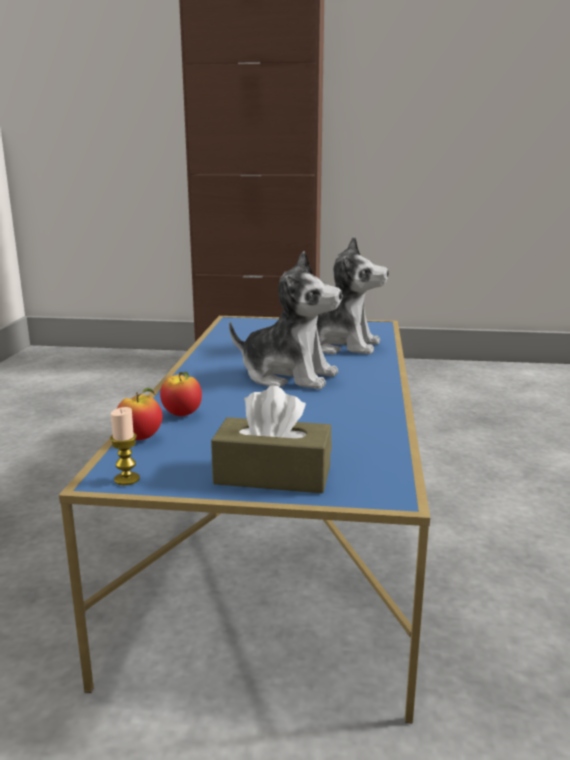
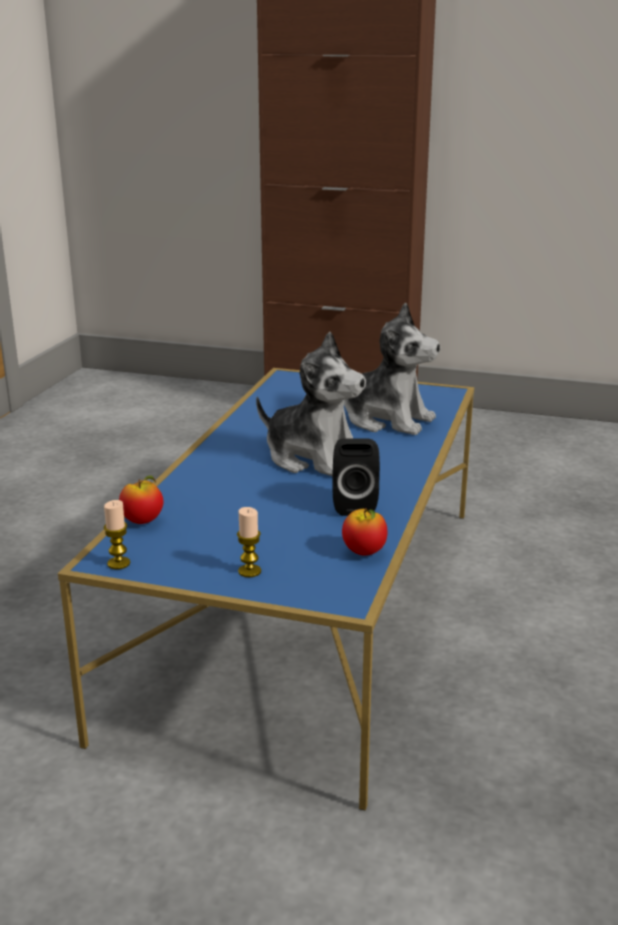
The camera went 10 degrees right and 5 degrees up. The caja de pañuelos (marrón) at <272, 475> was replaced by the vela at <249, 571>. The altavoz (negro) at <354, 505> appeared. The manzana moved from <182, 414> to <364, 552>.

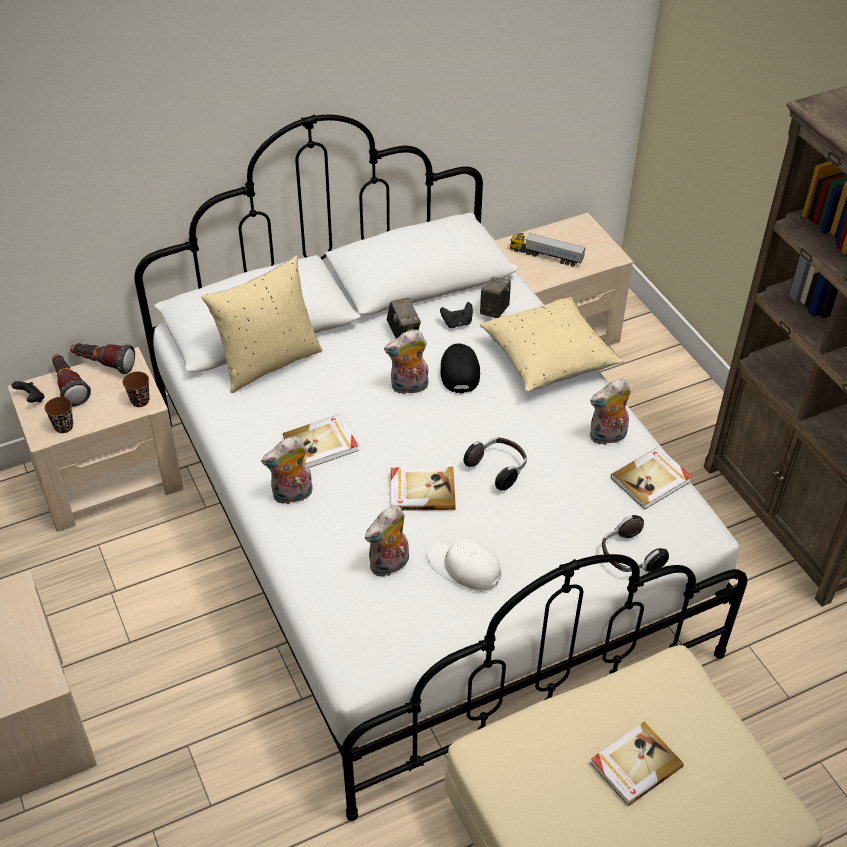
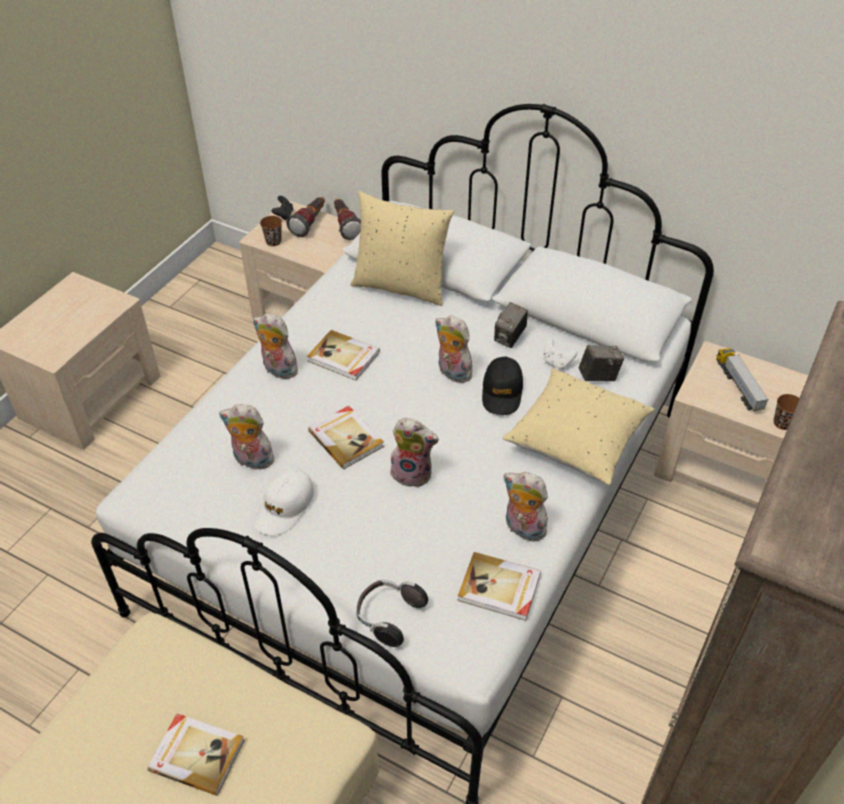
The camera went 55 degrees right and 0 degrees up. The gorra (blanco) at <464, 568> turned 150 degrees counterclockwise. The auriculares at <498, 469> was replaced by the peluche at <413, 473>. The gorra (negro) at <459, 371> turned 135 degrees clockwise. The mando de consola (negro) at <457, 323> became the mando de consola (blanco) at <556, 362>. The taza (marrón) moved from <140, 401> to <782, 423>.

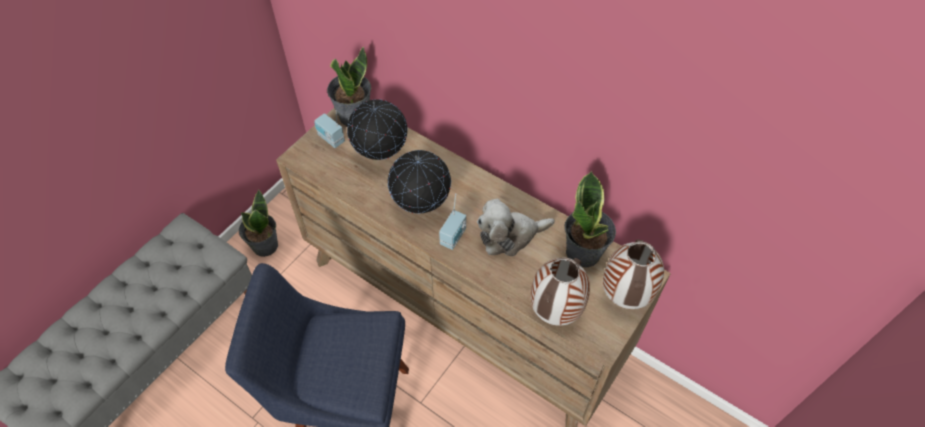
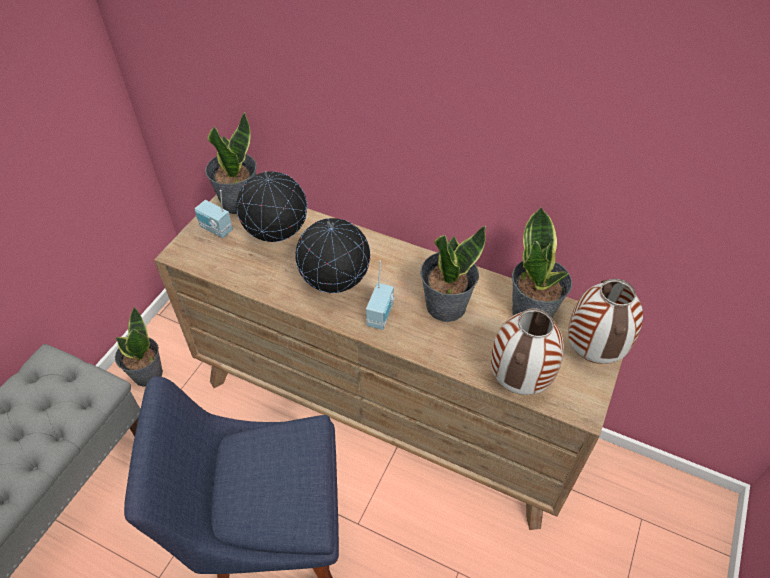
The camera went 10 degrees left and 5 degrees down. The peluche at <510, 236> was replaced by the planta en maceta at <445, 305>.

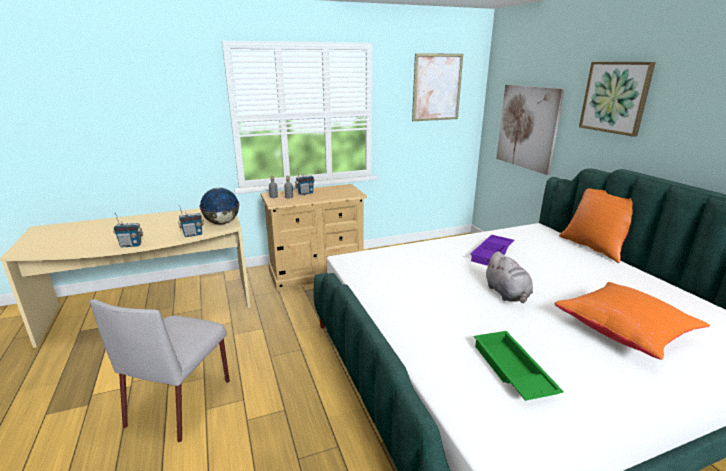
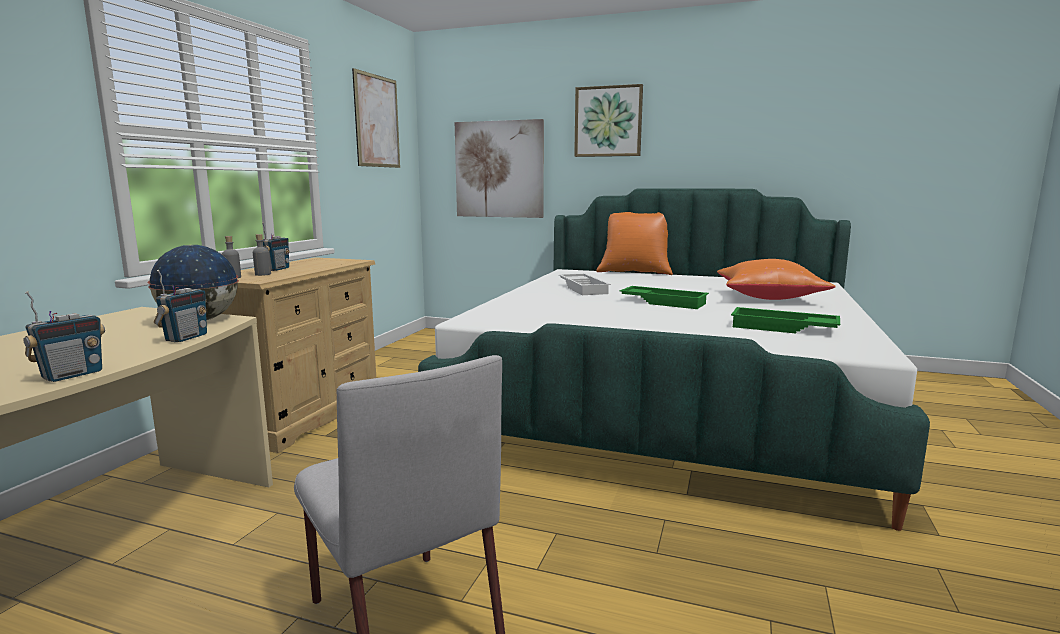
The camera went 50 degrees left and 10 degrees down. The bandeja (morado) at <492, 254> became the bandeja (blanco) at <584, 288>. The peluche (gris) at <507, 294> was replaced by the bandeja (verde) at <664, 302>.

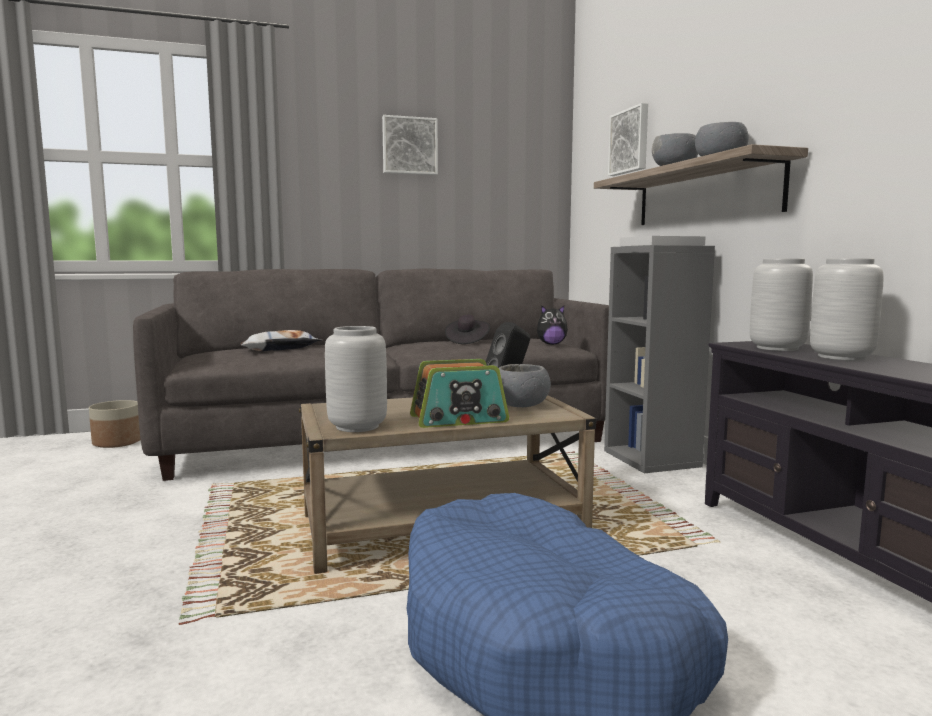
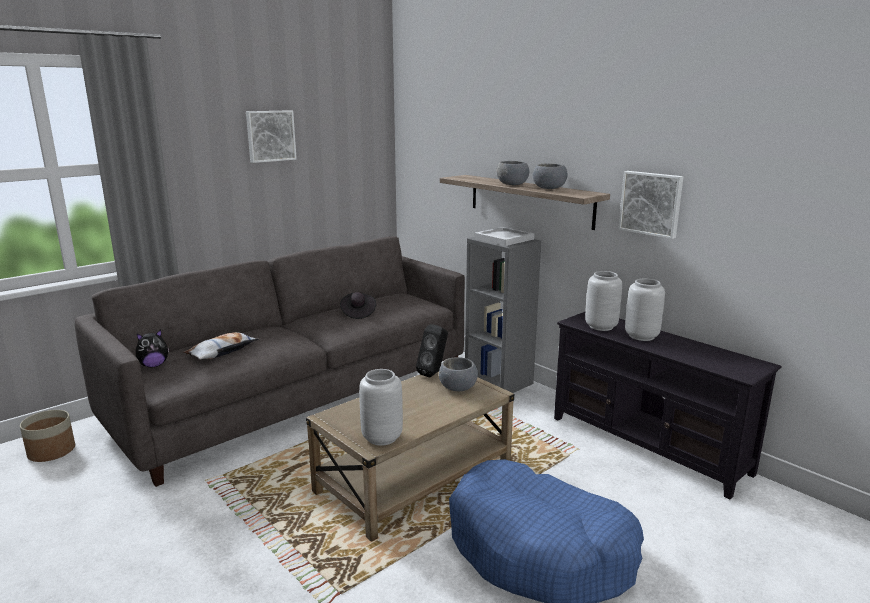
The camera went 25 degrees left and 10 degrees up. The peluche moved from <551, 344> to <154, 365>. The cuadro moved from <630, 141> to <651, 203>. The radio at <459, 419> disappeared.

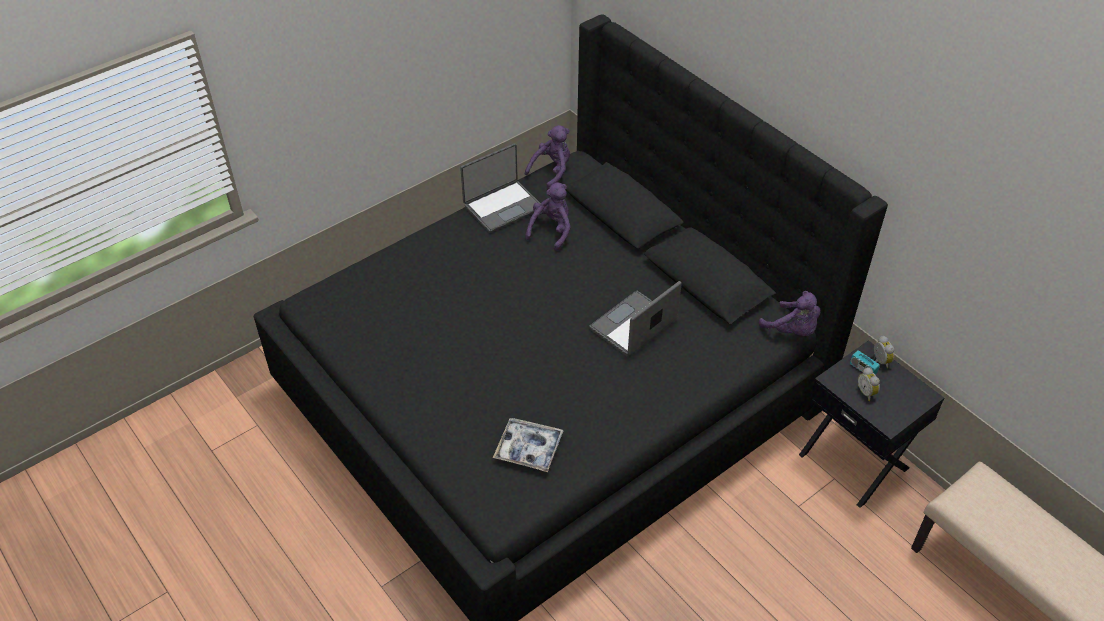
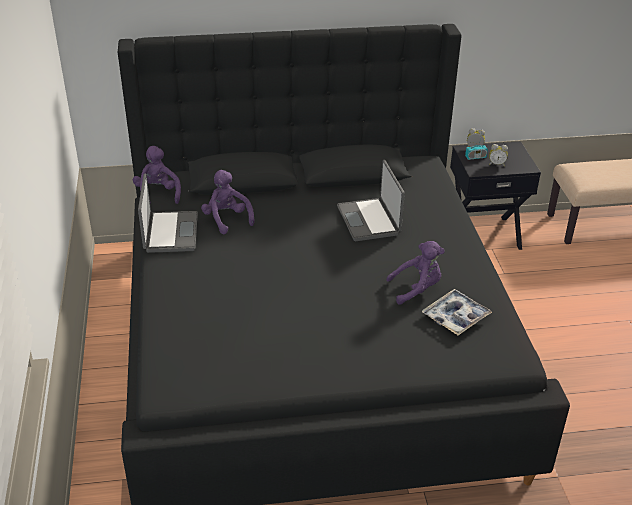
The camera went 60 degrees left and 10 degrees down. The peluche (morado) moved from <792, 330> to <417, 289>.

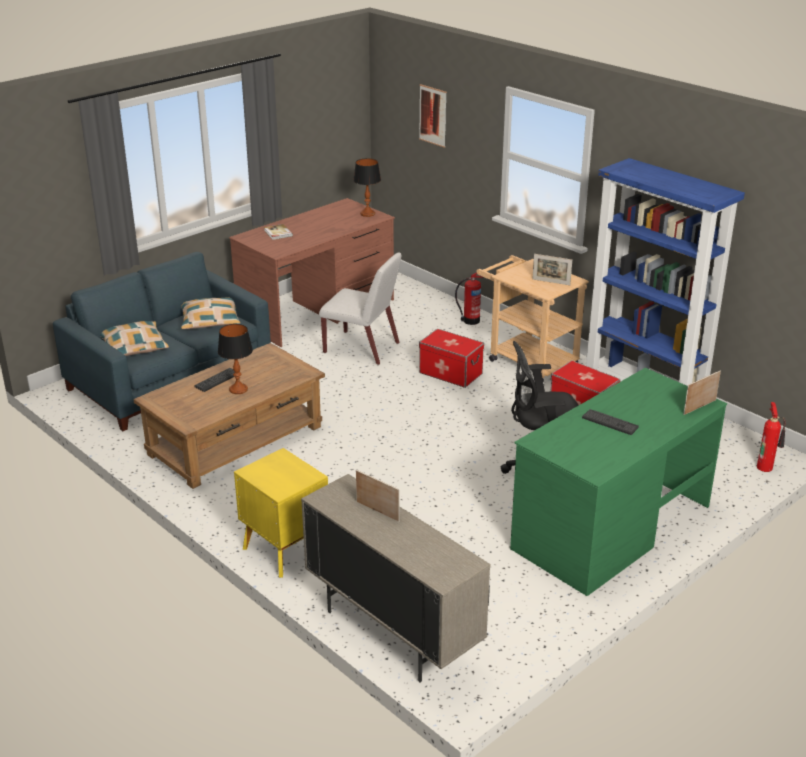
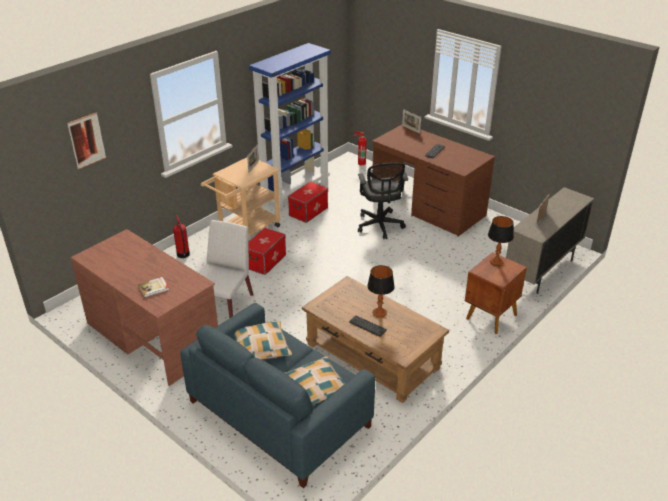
The camera went 95 degrees left and 5 degrees up. The escritorio (verde) at <611, 527> became the escritorio (marrón) at <427, 207>. The mesita de noche (amarillo) at <283, 549> became the mesita de noche (marrón) at <490, 316>. The lámpara de mesa moved from <367, 214> to <496, 262>.

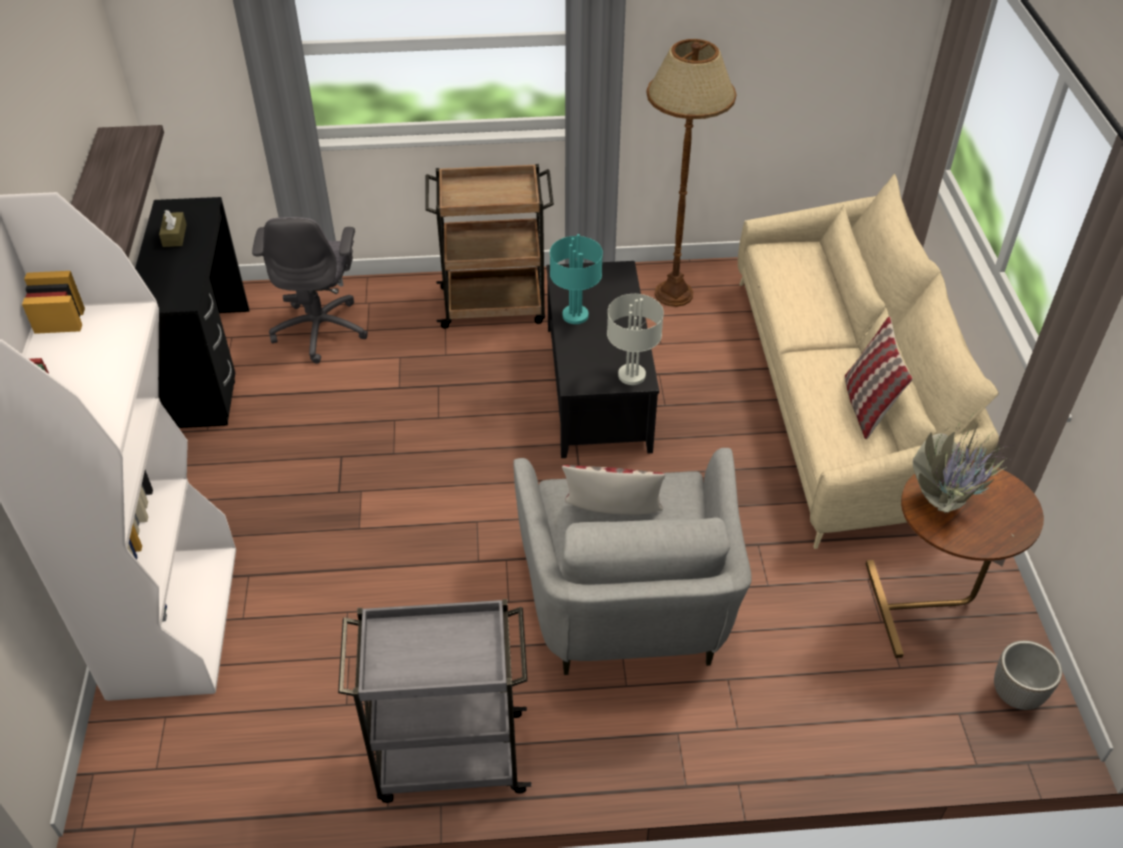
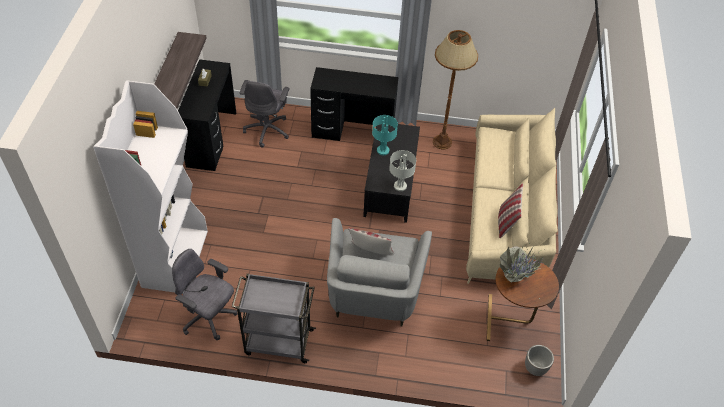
The camera went 10 degrees right and 5 degrees up. The silla de oficina (gris) at <209, 317> appeared. The carrito (marrón) at <495, 305> was replaced by the escritorio (negro) at <353, 132>.

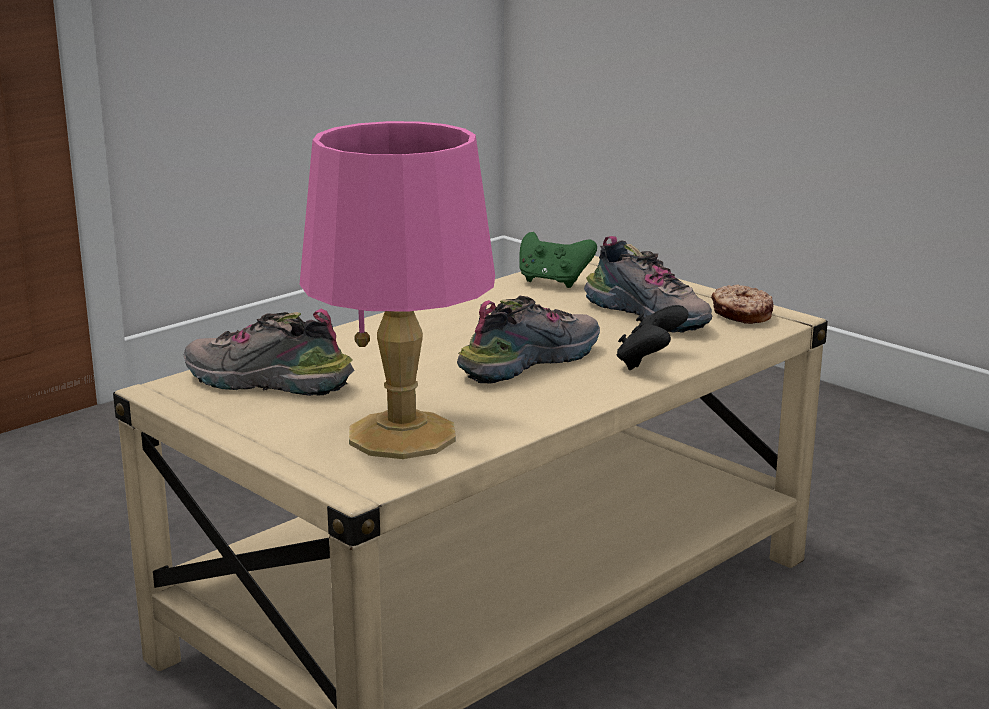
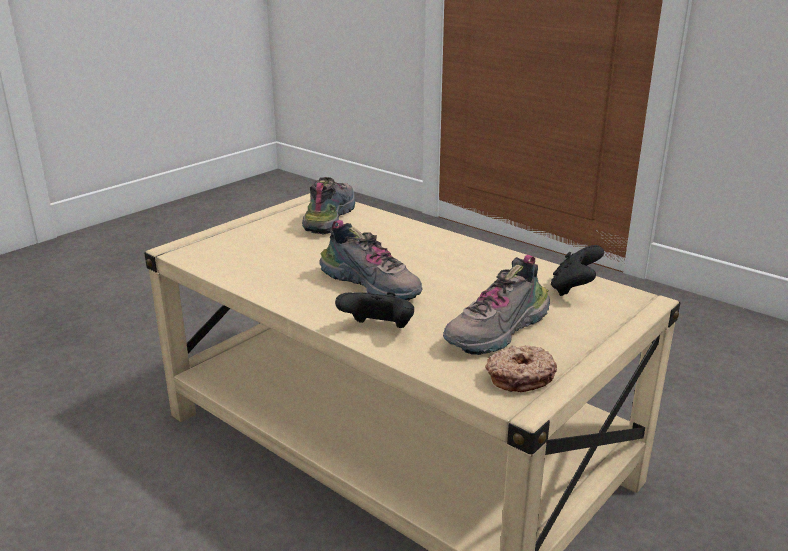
The camera went 85 degrees right and 5 degrees up. The mando de consola (verde) at <553, 282> became the mando de consola (negro) at <574, 289>. The lámpara de mesa (rosa) at <403, 436> disappeared.

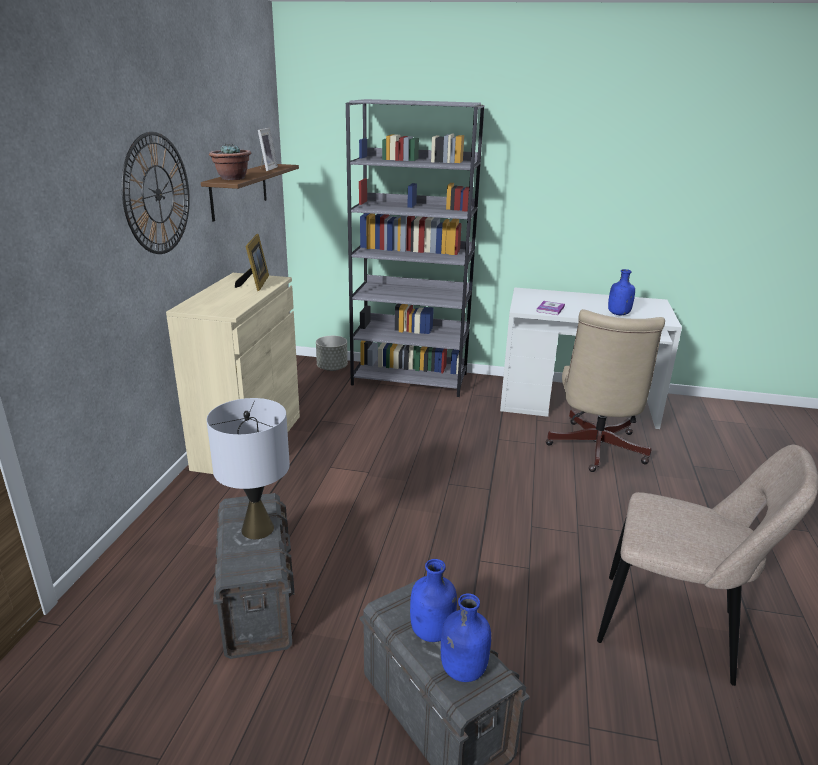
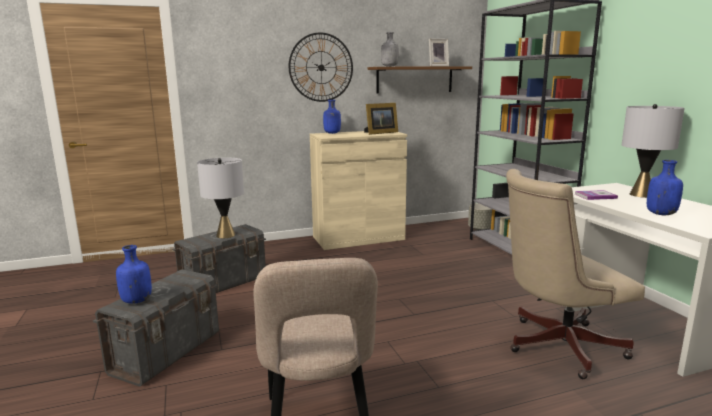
The camera went 60 degrees right and 10 degrees down. The botella (azul) moved from <432, 632> to <332, 133>. The planta en maceta at <232, 178> was replaced by the botella (gris) at <389, 66>. The lámpara de mesa (gris) at <641, 195> appeared.

